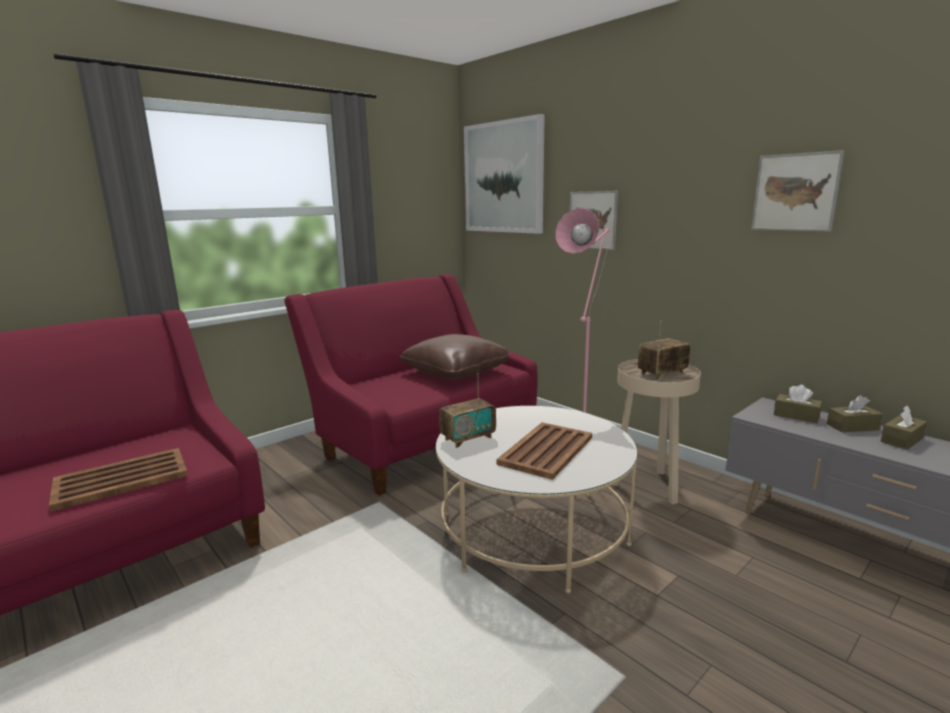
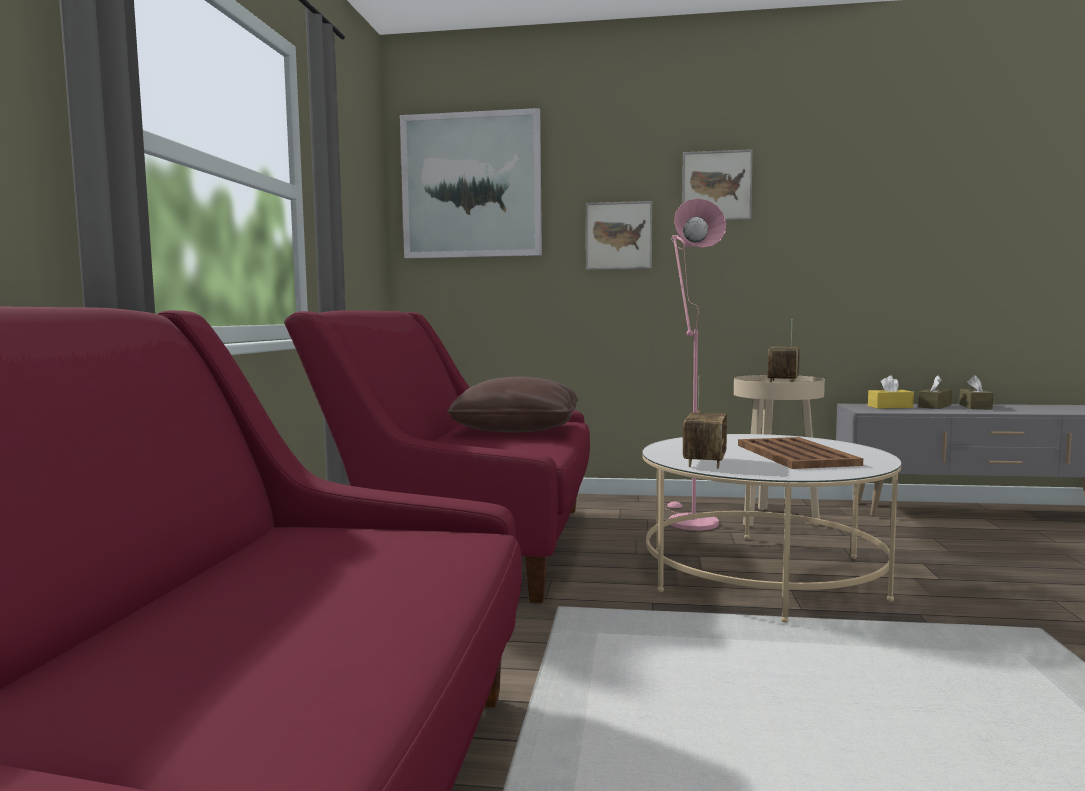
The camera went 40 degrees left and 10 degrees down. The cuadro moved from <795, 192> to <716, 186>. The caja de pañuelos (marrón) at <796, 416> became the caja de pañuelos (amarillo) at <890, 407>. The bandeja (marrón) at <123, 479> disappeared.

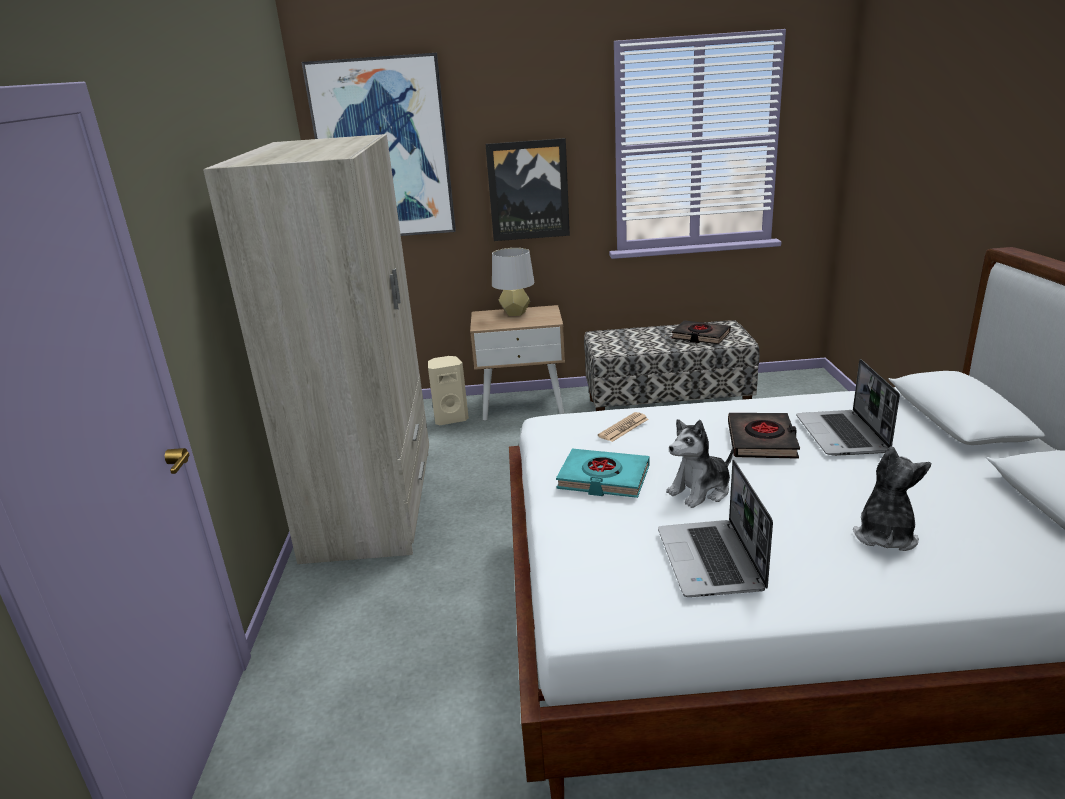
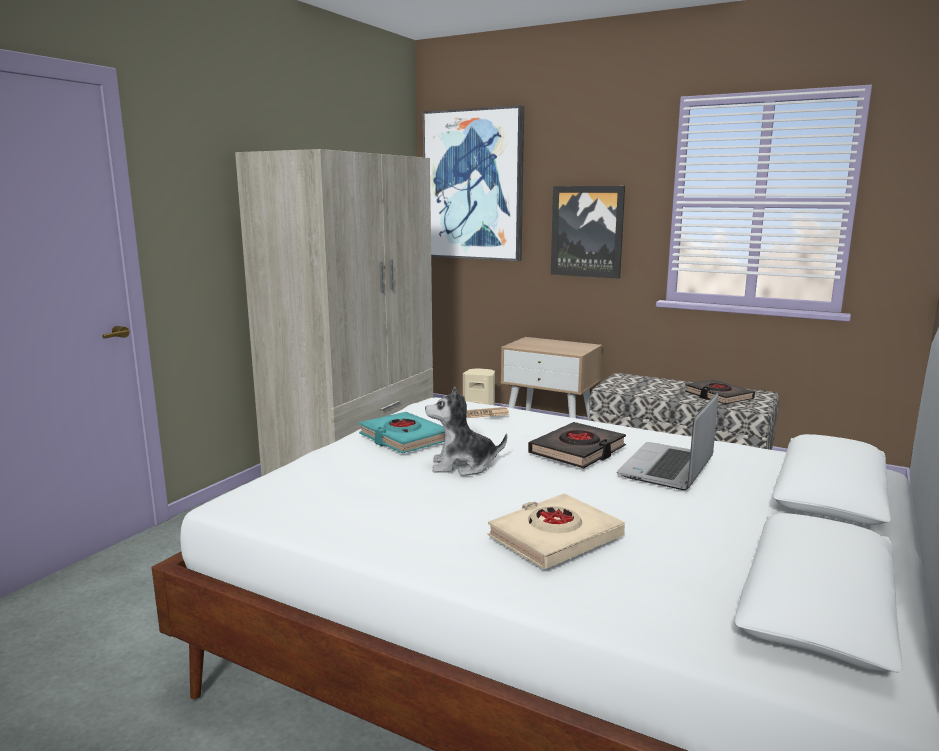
The camera went 30 degrees right and 10 degrees down. The peluche at <884, 535> was replaced by the libro (beis) at <555, 538>. The lámpara de mesa (gris) at <515, 313> disappeared. The portátil at <712, 561> disappeared.

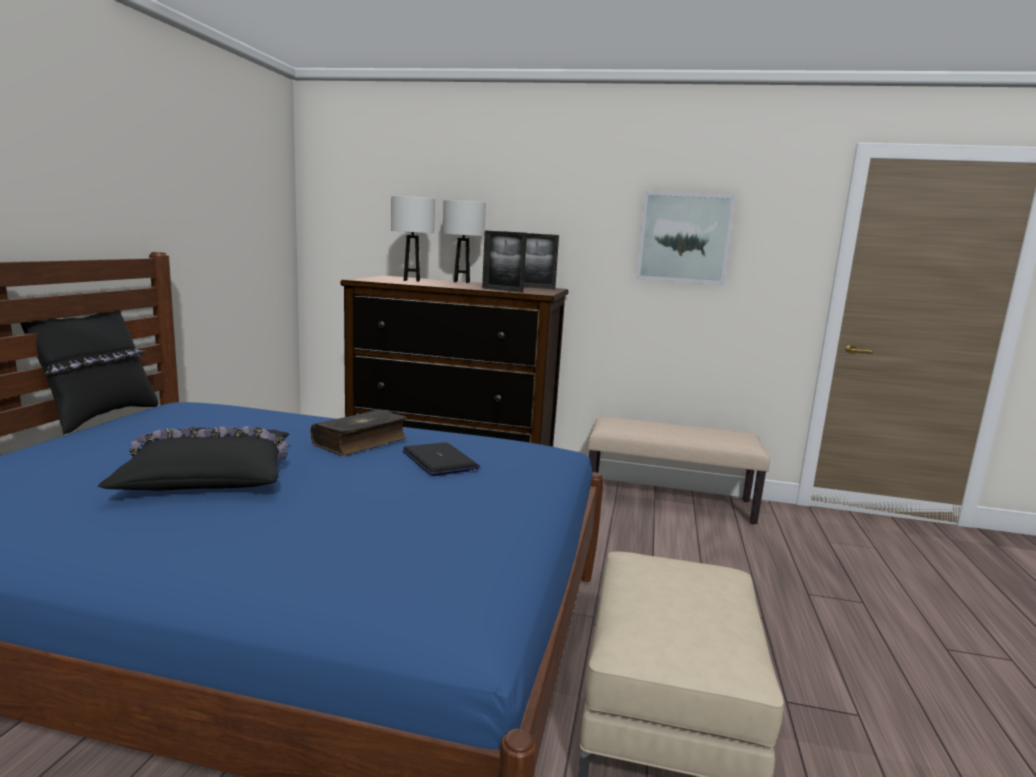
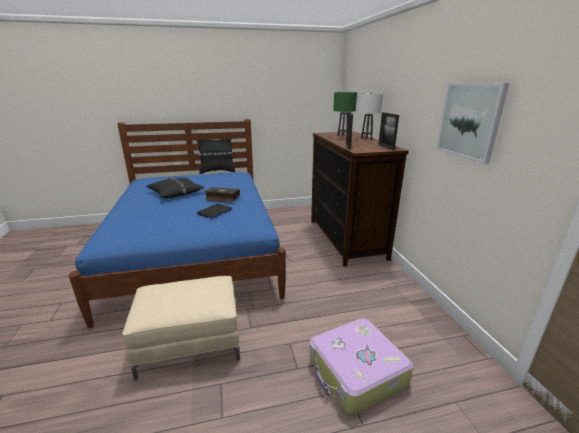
The camera went 65 degrees right and 10 degrees up. The maleta at <356, 372> appeared. The lámpara de mesa (blanco) at <412, 280> became the lámpara de mesa (verde) at <342, 136>. The banco (beis) at <669, 500> disappeared.

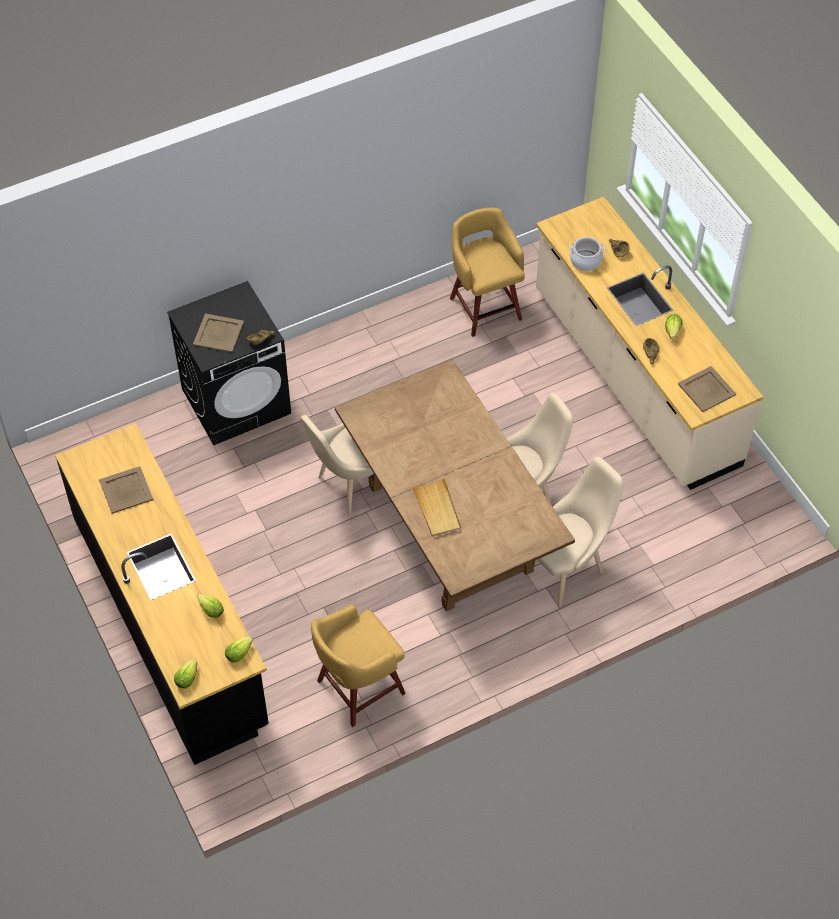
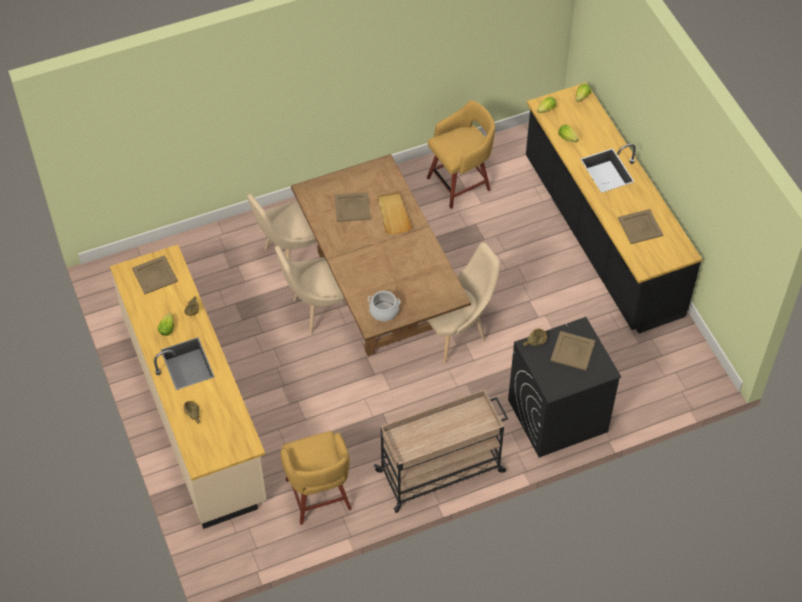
The camera went 175 degrees left and 0 degrees up. The bandeja (beis) at <352, 207> appeared. The olla moved from <585, 261> to <384, 311>. The carrito (beis) at <442, 471> appeared.

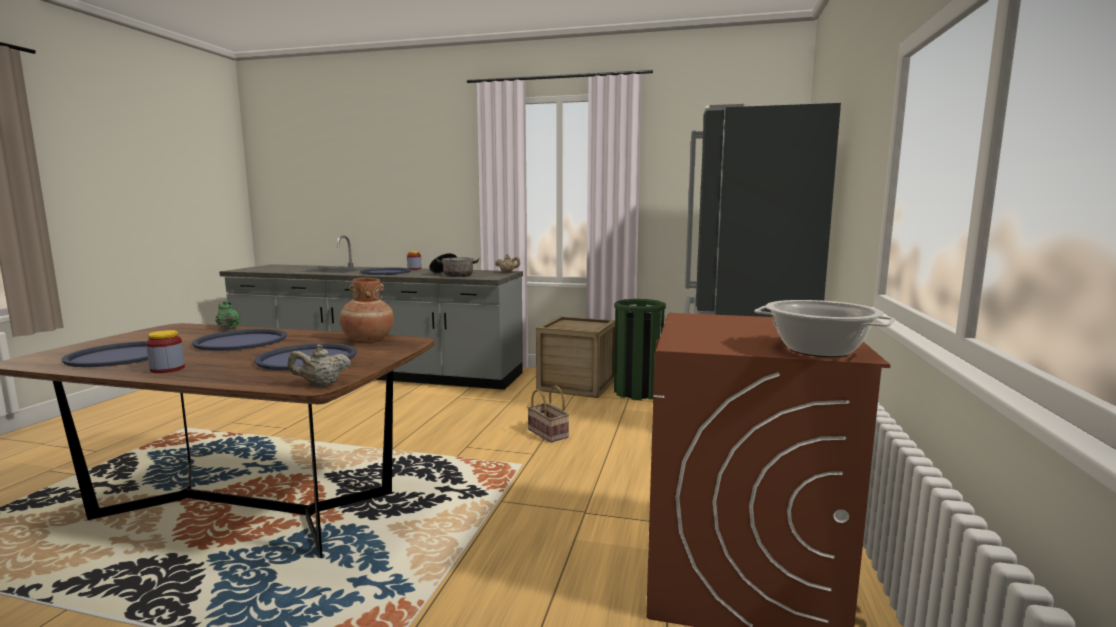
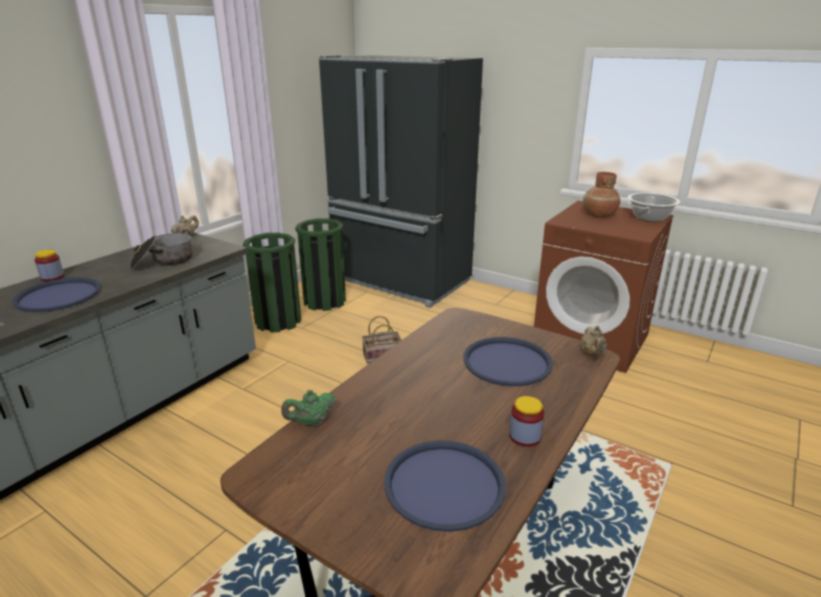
The camera went 70 degrees left and 15 degrees up. The caja de embalaje at <577, 385> was replaced by the papelera (verde) at <278, 321>. The florero (marrón) moved from <367, 339> to <598, 215>. The bandeja (azul) at <241, 341> disappeared.

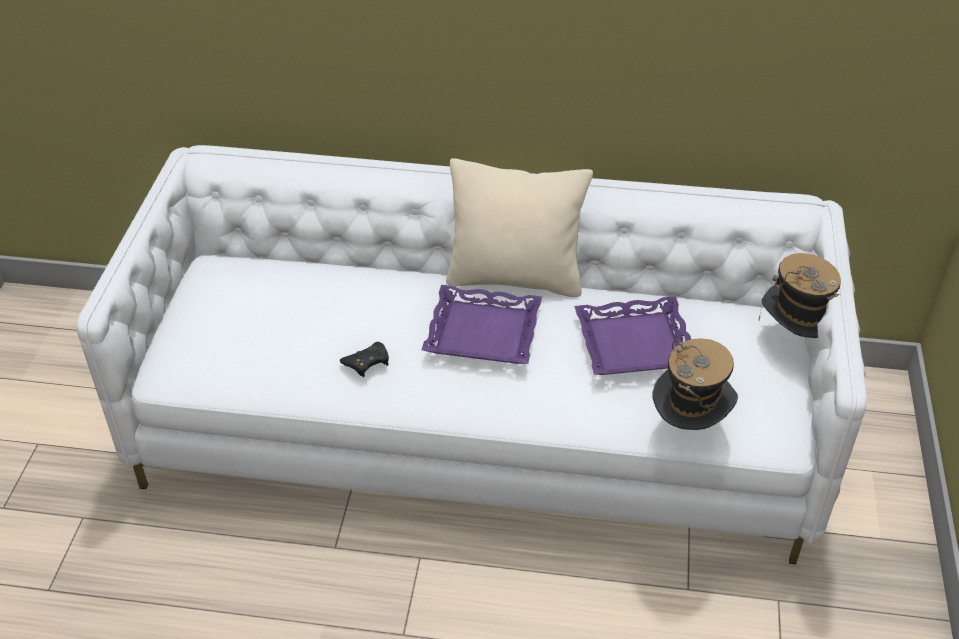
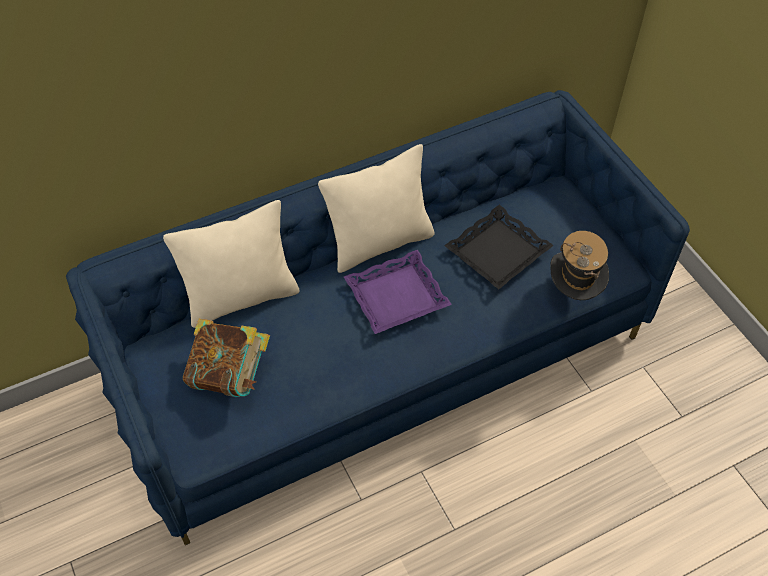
The camera went 35 degrees left and 10 degrees up. The sofá (blanco) at <480, 428> became the sofá (azul) at <384, 357>. The cojín (beis) at <242, 297> appeared. The libro at <230, 375> appeared. The bandeja (morado) at <635, 343> became the bandeja (negro) at <497, 251>. The mando de consola (negro) at <367, 362> disappeared. The sombrero at <793, 338> disappeared.

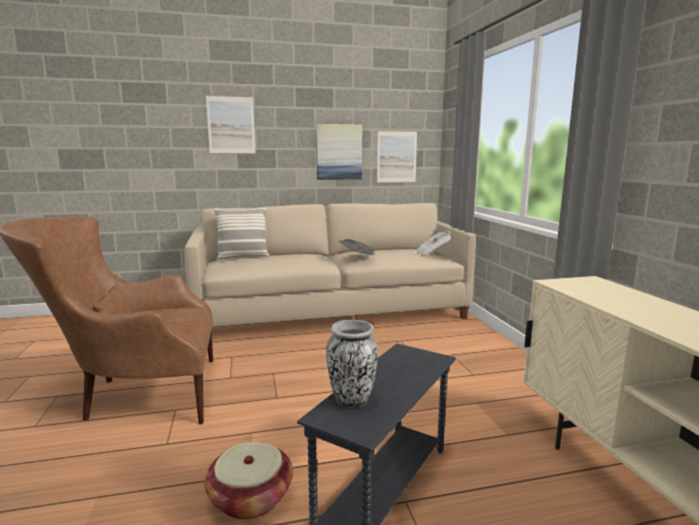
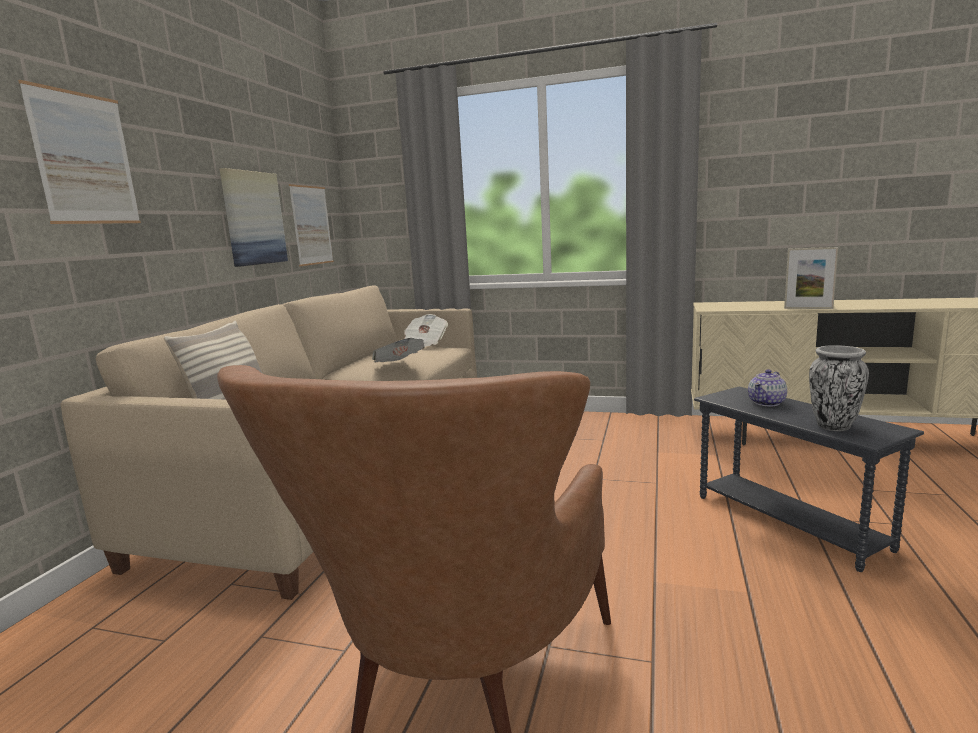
The camera went 60 degrees left and 0 degrees up. The tetera at <767, 403> appeared. The portarretratos at <808, 308> appeared. The cesta at <250, 498> disappeared.

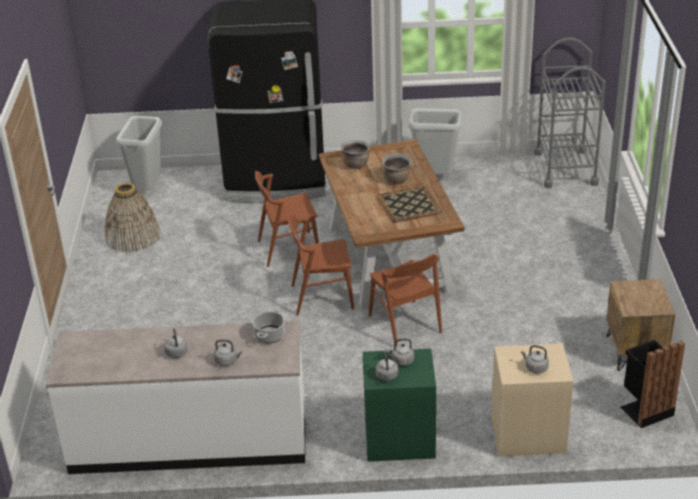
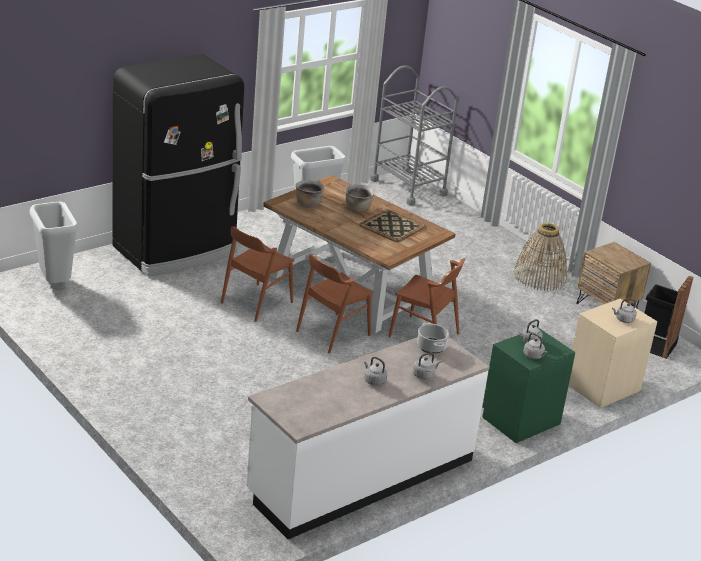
The camera went 40 degrees left and 5 degrees down. The cesta moved from <133, 237> to <540, 277>.

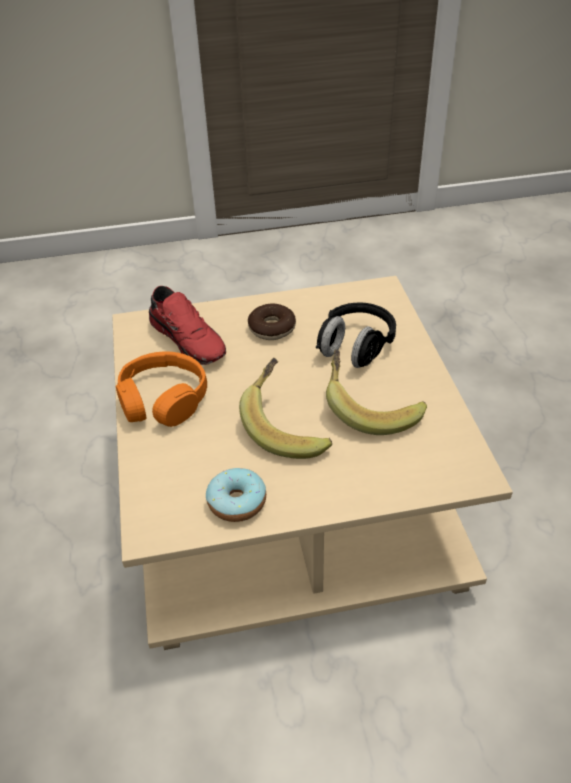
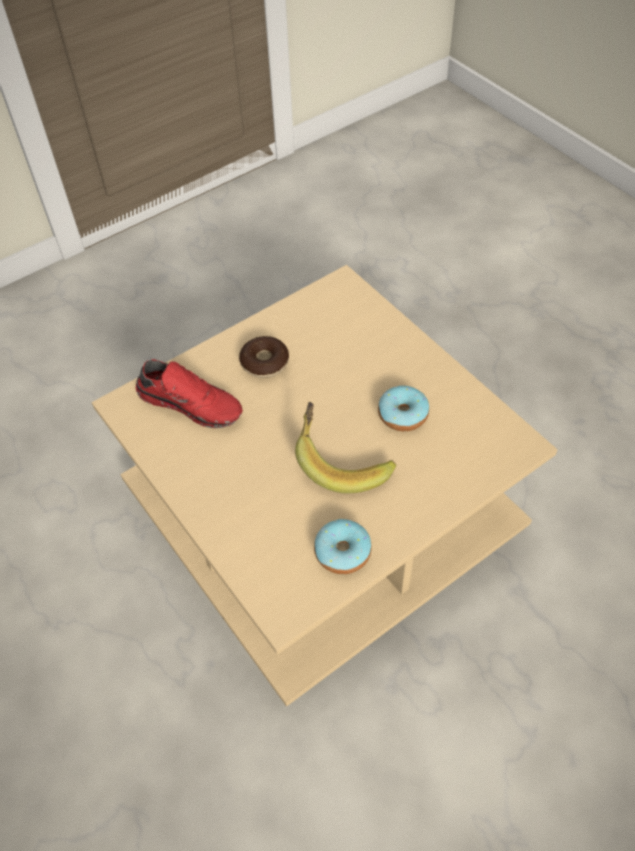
The camera went 25 degrees left and 10 degrees up. The plátano at <370, 408> was replaced by the rosquilla at <403, 414>. The auriculares (naranja) at <163, 399> disappeared. The auriculares (negro) at <355, 347> disappeared.

